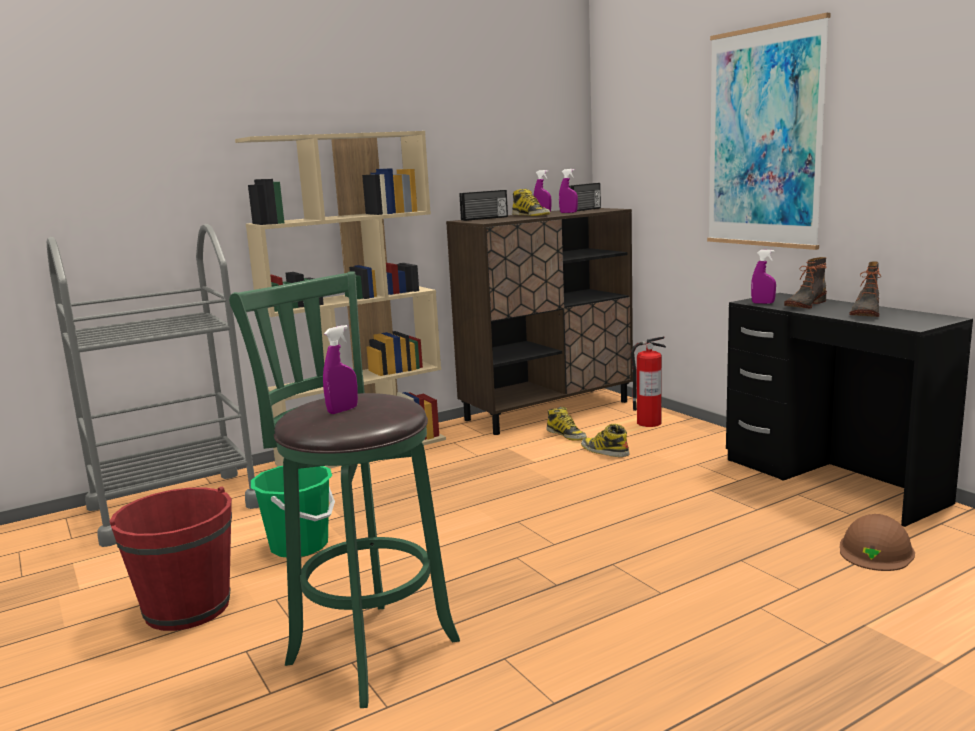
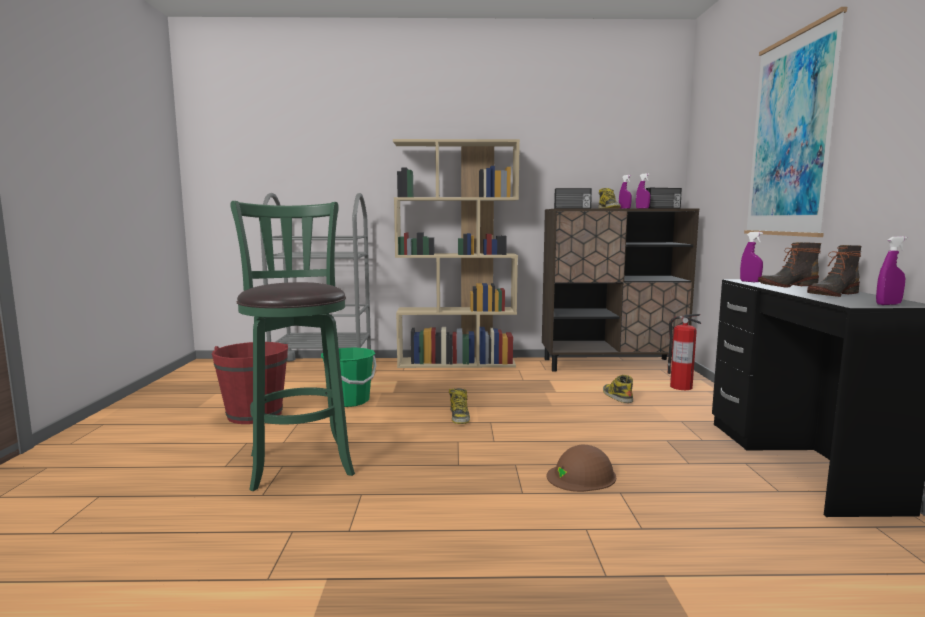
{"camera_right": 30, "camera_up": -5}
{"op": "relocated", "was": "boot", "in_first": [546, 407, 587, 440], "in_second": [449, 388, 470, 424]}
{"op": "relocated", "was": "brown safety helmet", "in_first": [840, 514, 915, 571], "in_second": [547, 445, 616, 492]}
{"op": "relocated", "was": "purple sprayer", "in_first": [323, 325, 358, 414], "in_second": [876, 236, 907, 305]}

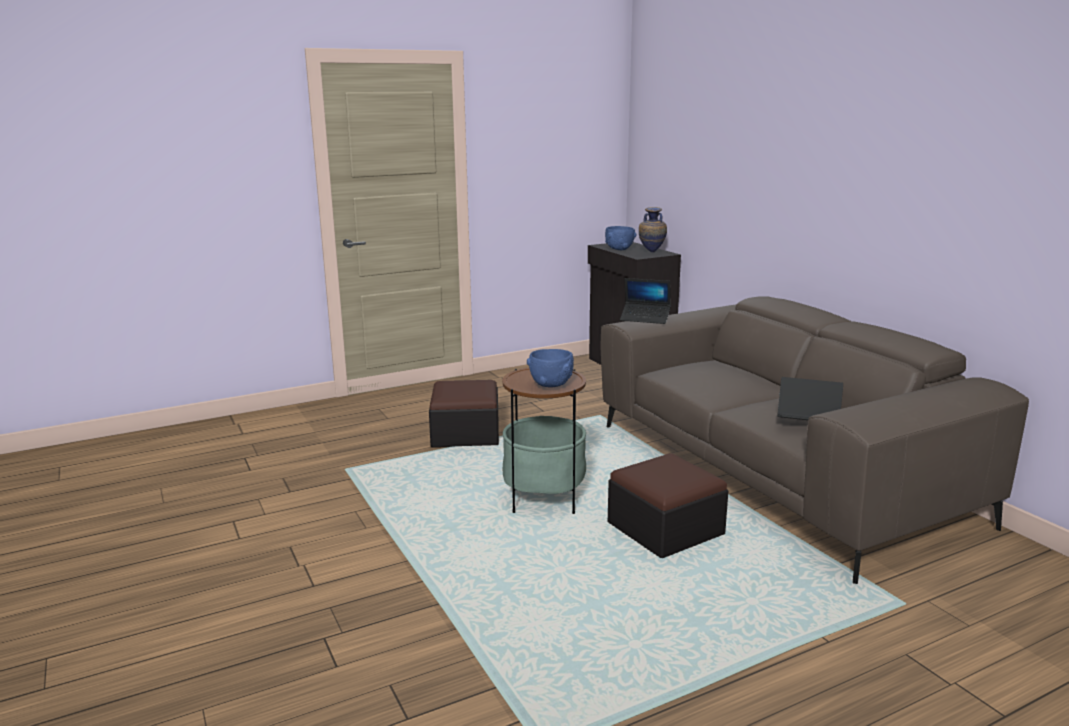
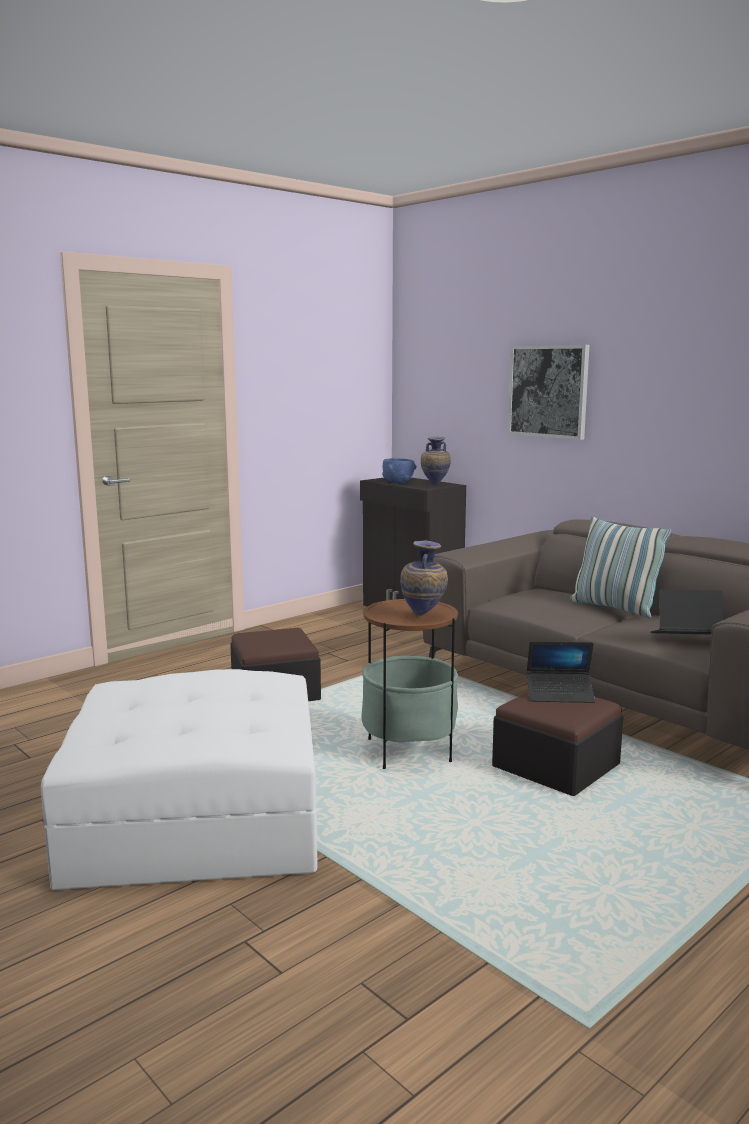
{"camera_right": -15, "camera_up": -5}
{"op": "appeared", "now": "white-coloured pouffe", "in_second": [41, 669, 318, 890]}
{"op": "exchanged", "was": "blue-coloured deep dish", "now": "flower vase", "in_first": [527, 349, 574, 388], "in_second": [400, 541, 448, 616]}
{"op": "appeared", "now": "wall art", "in_second": [508, 345, 590, 440]}
{"op": "relocated", "was": "notebook computer", "in_first": [620, 278, 671, 324], "in_second": [526, 641, 595, 703]}
{"op": "appeared", "now": "throw pillow", "in_second": [569, 516, 672, 618]}

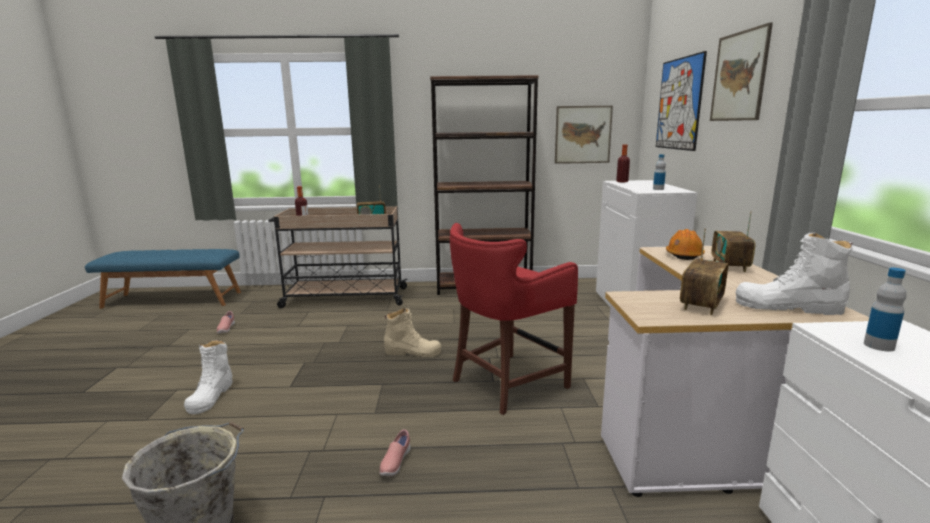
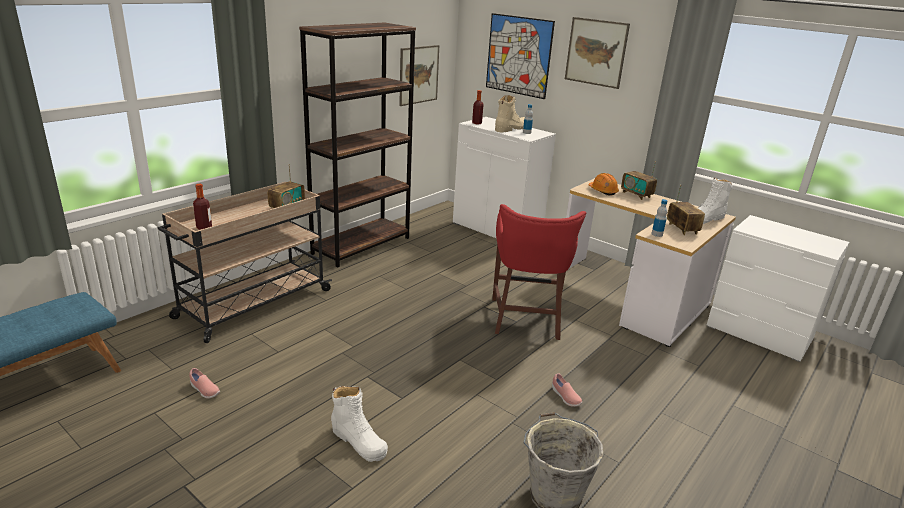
{"camera_right": -50, "camera_up": 10}
{"op": "relocated", "was": "beige-coloured boot", "in_first": [384, 308, 441, 357], "in_second": [495, 95, 525, 132]}
{"op": "relocated", "was": "beverage bottle", "in_first": [864, 268, 906, 352], "in_second": [651, 199, 668, 237]}

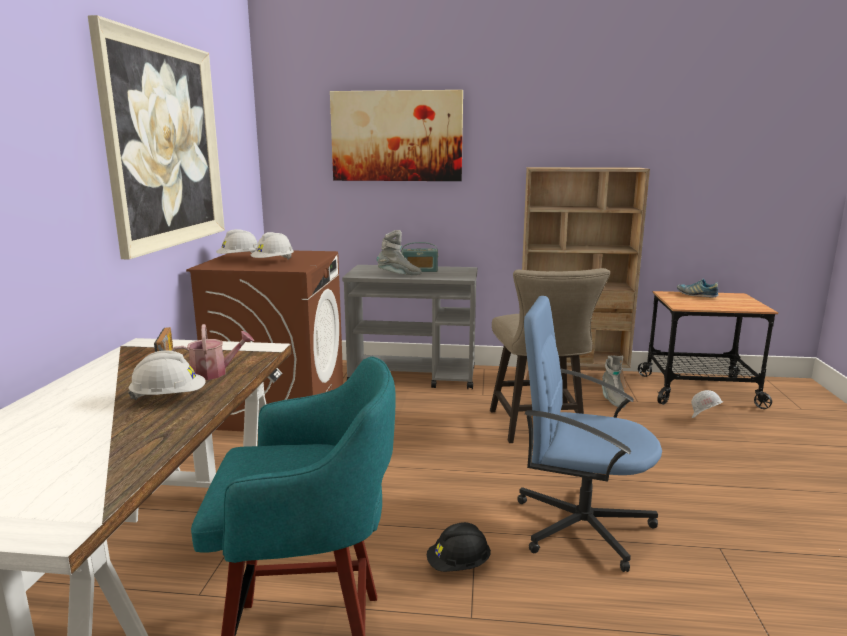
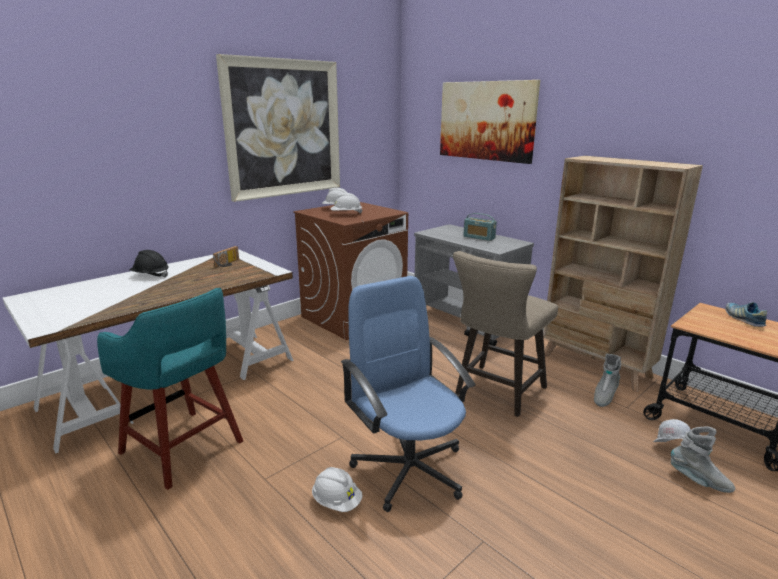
{"camera_right": 40, "camera_up": 5}
{"op": "relocated", "was": "blackish safety helmet", "in_first": [427, 522, 491, 572], "in_second": [129, 250, 169, 278]}
{"op": "relocated", "was": "white-coloured safety helmet", "in_first": [128, 350, 206, 400], "in_second": [312, 467, 363, 512]}
{"op": "relocated", "was": "greyish boot", "in_first": [377, 230, 422, 275], "in_second": [671, 426, 735, 493]}
{"op": "missing", "was": "watering pot", "in_first": [172, 324, 254, 380]}

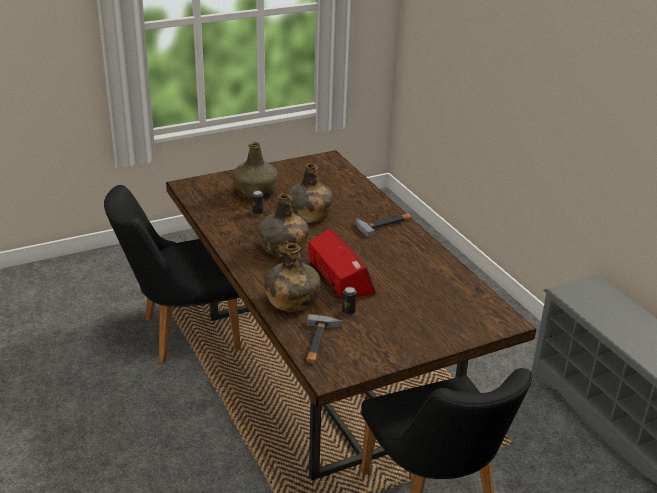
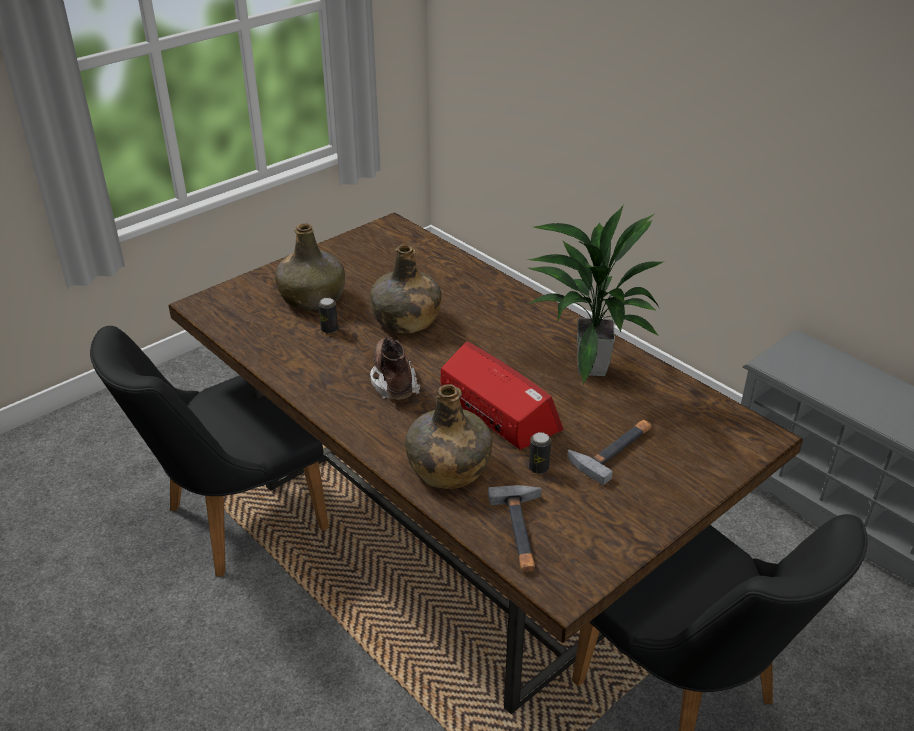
{"camera_right": -15, "camera_up": 5}
{"op": "exchanged", "was": "greenish beverage bottle", "now": "brown boot", "in_first": [258, 193, 309, 257], "in_second": [370, 337, 420, 400]}
{"op": "appeared", "now": "houseplant", "in_second": [527, 205, 665, 384]}
{"op": "relocated", "was": "hammer", "in_first": [356, 214, 411, 237], "in_second": [567, 420, 651, 485]}

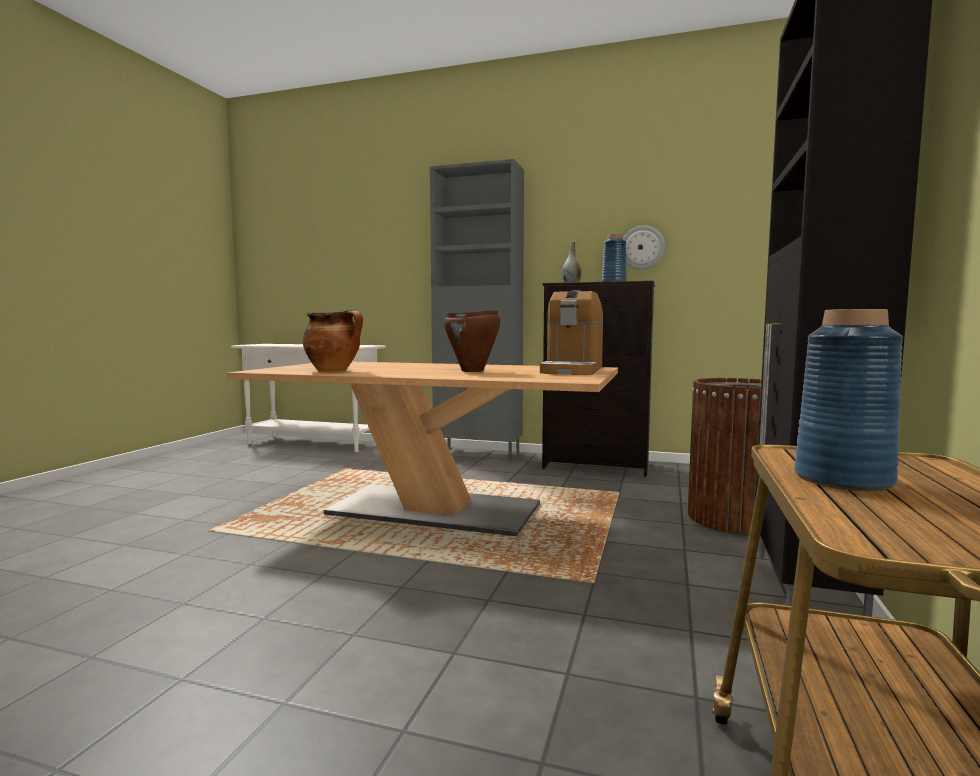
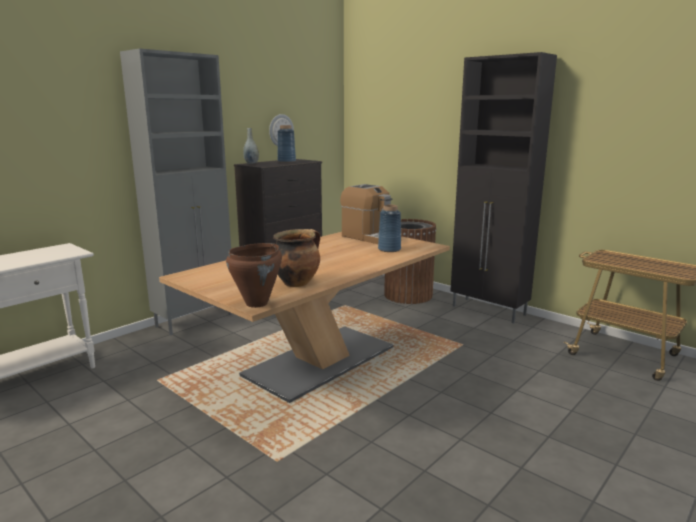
{"camera_right": -65, "camera_up": 10}
{"op": "relocated", "was": "brown saucepot", "in_first": [444, 310, 501, 372], "in_second": [226, 243, 282, 308]}
{"op": "relocated", "was": "blue-coloured flower vase", "in_first": [794, 309, 903, 491], "in_second": [378, 205, 401, 252]}

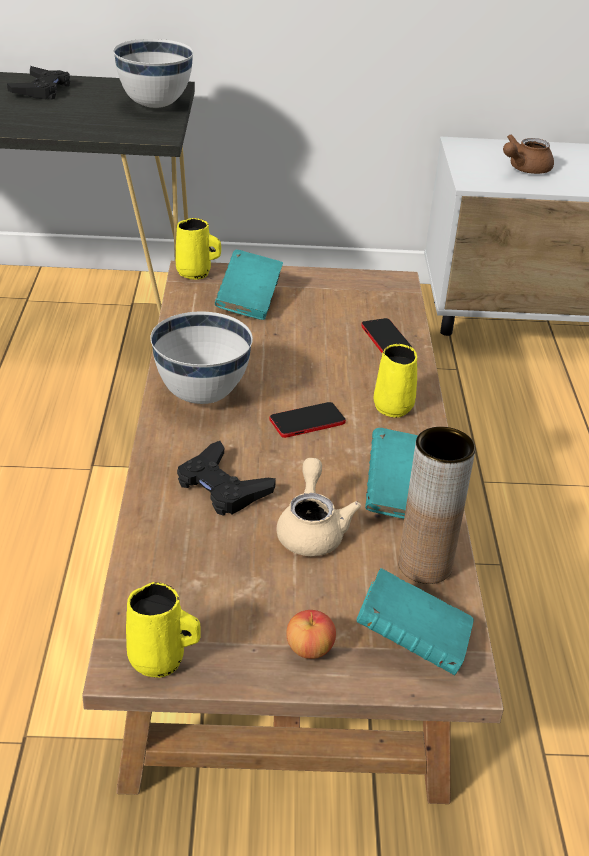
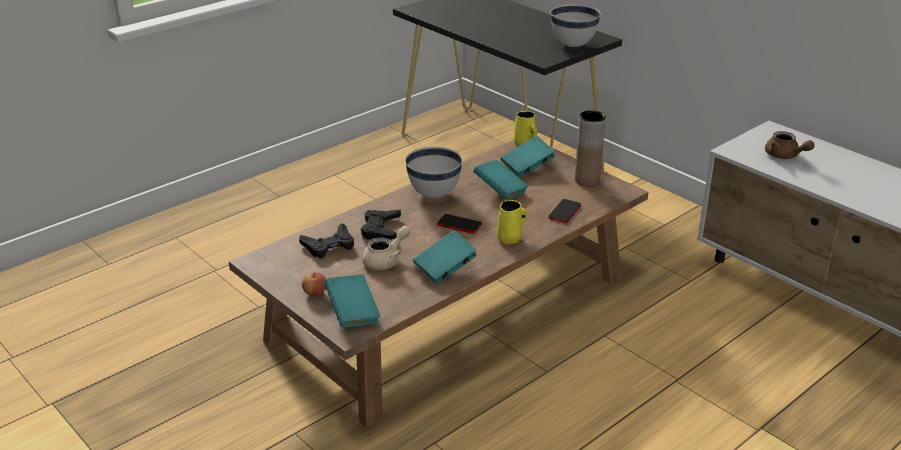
{"camera_right": 50, "camera_up": -5}
{"op": "relocated", "was": "blackish joypad", "in_first": [7, 66, 70, 100], "in_second": [299, 223, 354, 259]}
{"op": "appeared", "now": "turquoise book", "in_second": [473, 160, 528, 199]}
{"op": "relocated", "was": "brown flower vase", "in_first": [398, 427, 476, 584], "in_second": [575, 110, 606, 186]}
{"op": "spun", "was": "brown tea pot", "in_first": [503, 134, 554, 174], "in_second": [765, 131, 815, 159], "clockwise": -135}
{"op": "missing", "was": "yellowish mug", "in_first": [126, 582, 201, 678]}

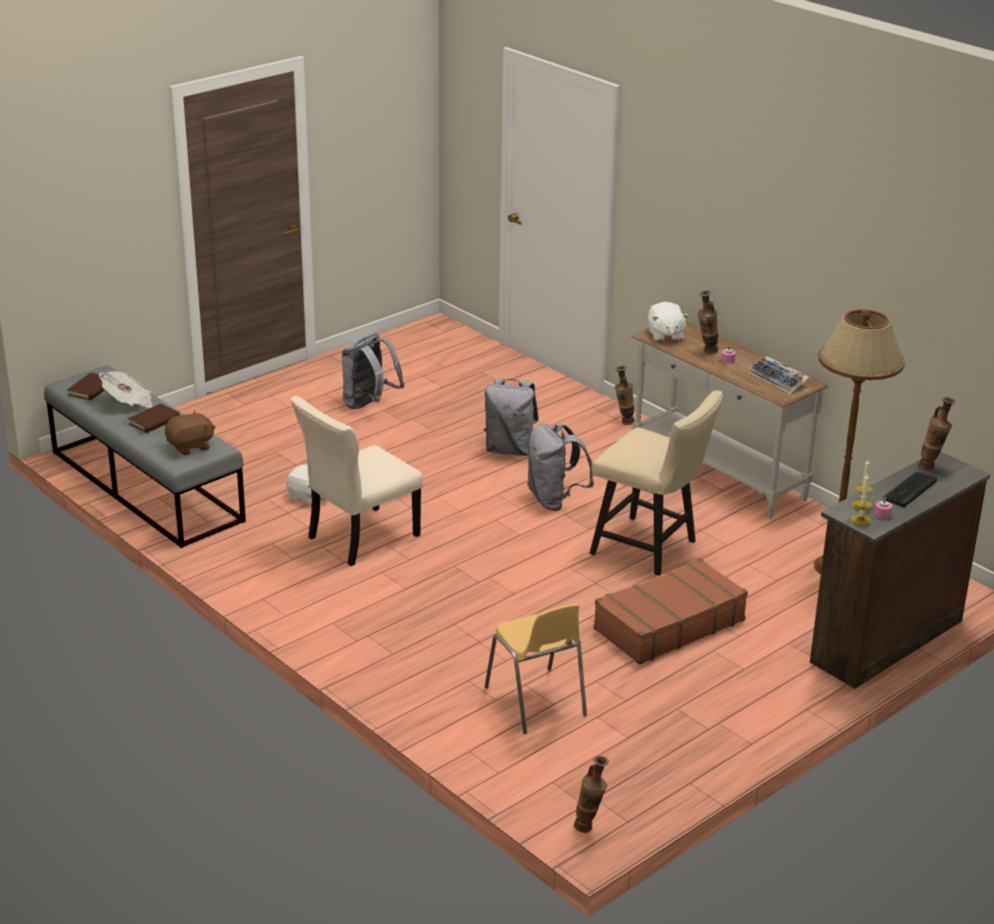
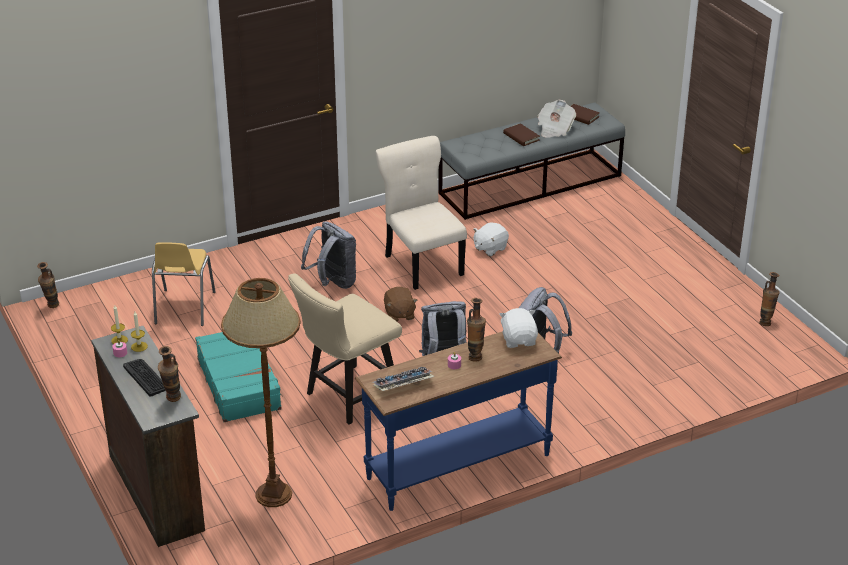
{"camera_right": 105, "camera_up": 5}
{"op": "spun", "was": "yellowish upright chair", "in_first": [485, 603, 587, 734], "in_second": [152, 242, 215, 326], "clockwise": -75}
{"op": "colour", "was": "brown travel case", "now": "turquoise travel case", "in_first": [594, 558, 748, 665], "in_second": [195, 332, 283, 422]}
{"op": "relocated", "was": "greyish rucksack", "in_first": [342, 333, 405, 409], "in_second": [301, 221, 356, 289]}
{"op": "colour", "was": "white-coloured console table", "now": "blue-coloured console table", "in_first": [631, 321, 828, 519], "in_second": [355, 331, 562, 511]}
{"op": "relocated", "was": "brown cuddly toy", "in_first": [165, 410, 215, 455], "in_second": [384, 287, 417, 321]}
{"op": "spun", "was": "white-coloured cuddly toy", "in_first": [648, 302, 688, 342], "in_second": [499, 308, 538, 348], "clockwise": 75}
{"op": "relocated", "was": "flower vase", "in_first": [615, 366, 635, 425], "in_second": [759, 272, 780, 326]}

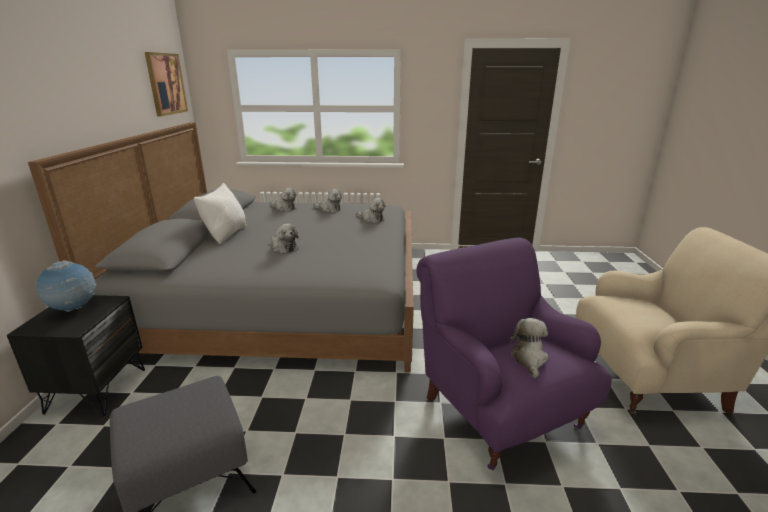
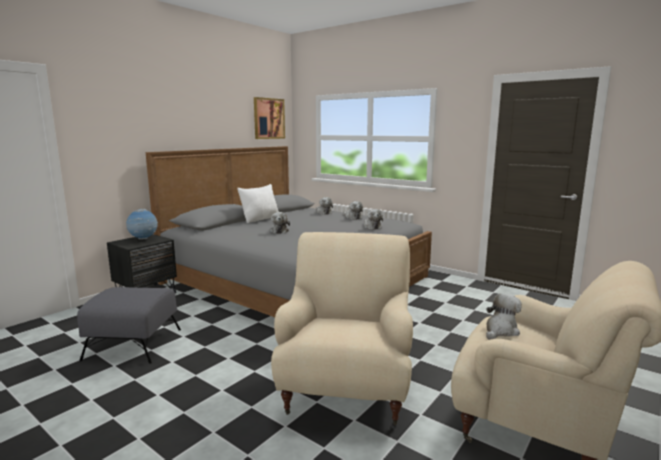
{"camera_right": 35, "camera_up": -10}
{"op": "colour", "was": "purple lounge chair", "now": "beige-coloured lounge chair", "in_first": [416, 238, 612, 470], "in_second": [271, 232, 413, 426]}
{"op": "relocated", "was": "cuddly toy", "in_first": [509, 318, 549, 379], "in_second": [486, 293, 522, 340]}

